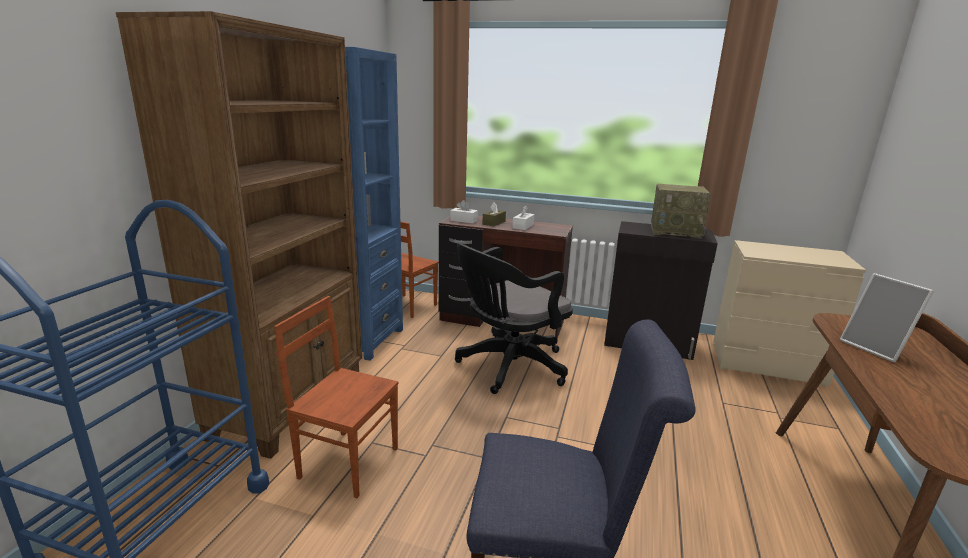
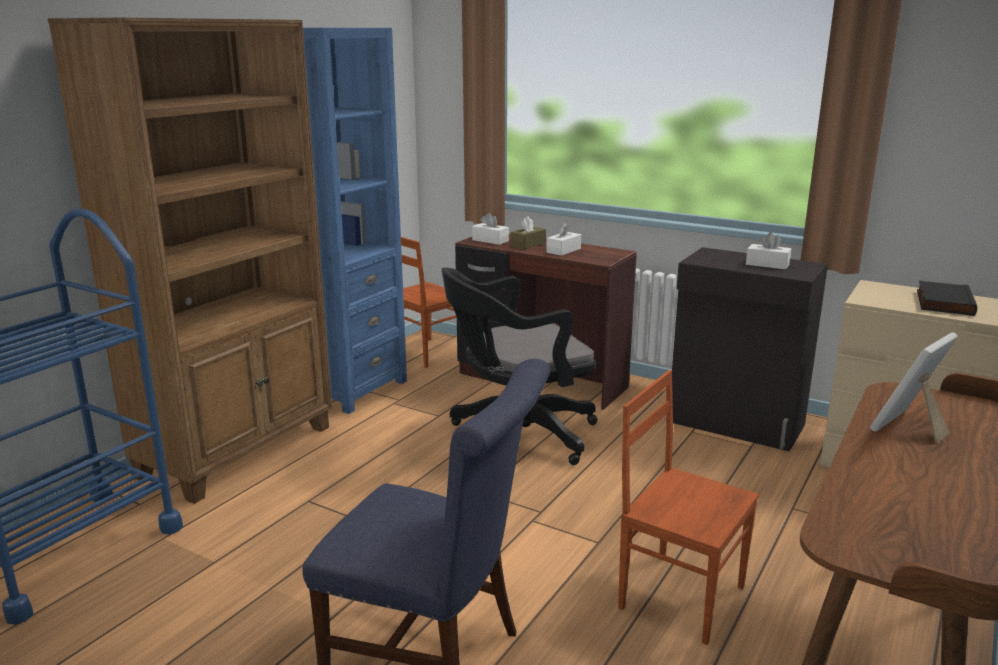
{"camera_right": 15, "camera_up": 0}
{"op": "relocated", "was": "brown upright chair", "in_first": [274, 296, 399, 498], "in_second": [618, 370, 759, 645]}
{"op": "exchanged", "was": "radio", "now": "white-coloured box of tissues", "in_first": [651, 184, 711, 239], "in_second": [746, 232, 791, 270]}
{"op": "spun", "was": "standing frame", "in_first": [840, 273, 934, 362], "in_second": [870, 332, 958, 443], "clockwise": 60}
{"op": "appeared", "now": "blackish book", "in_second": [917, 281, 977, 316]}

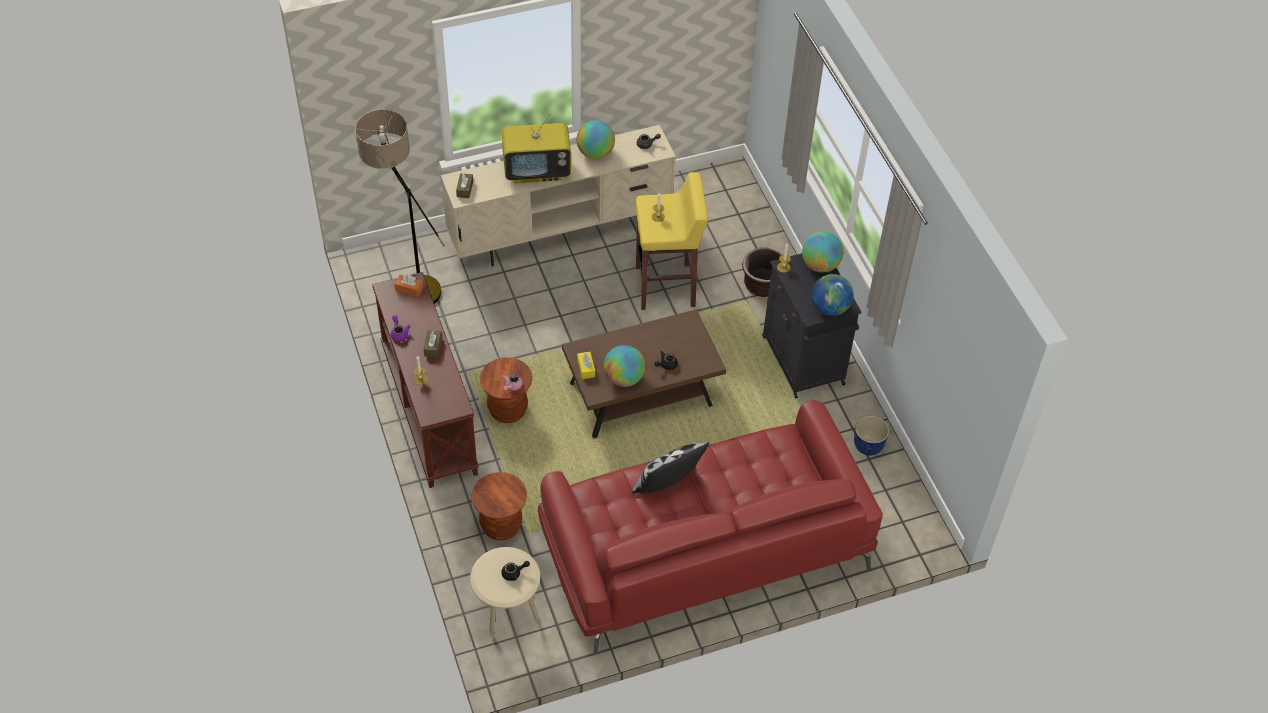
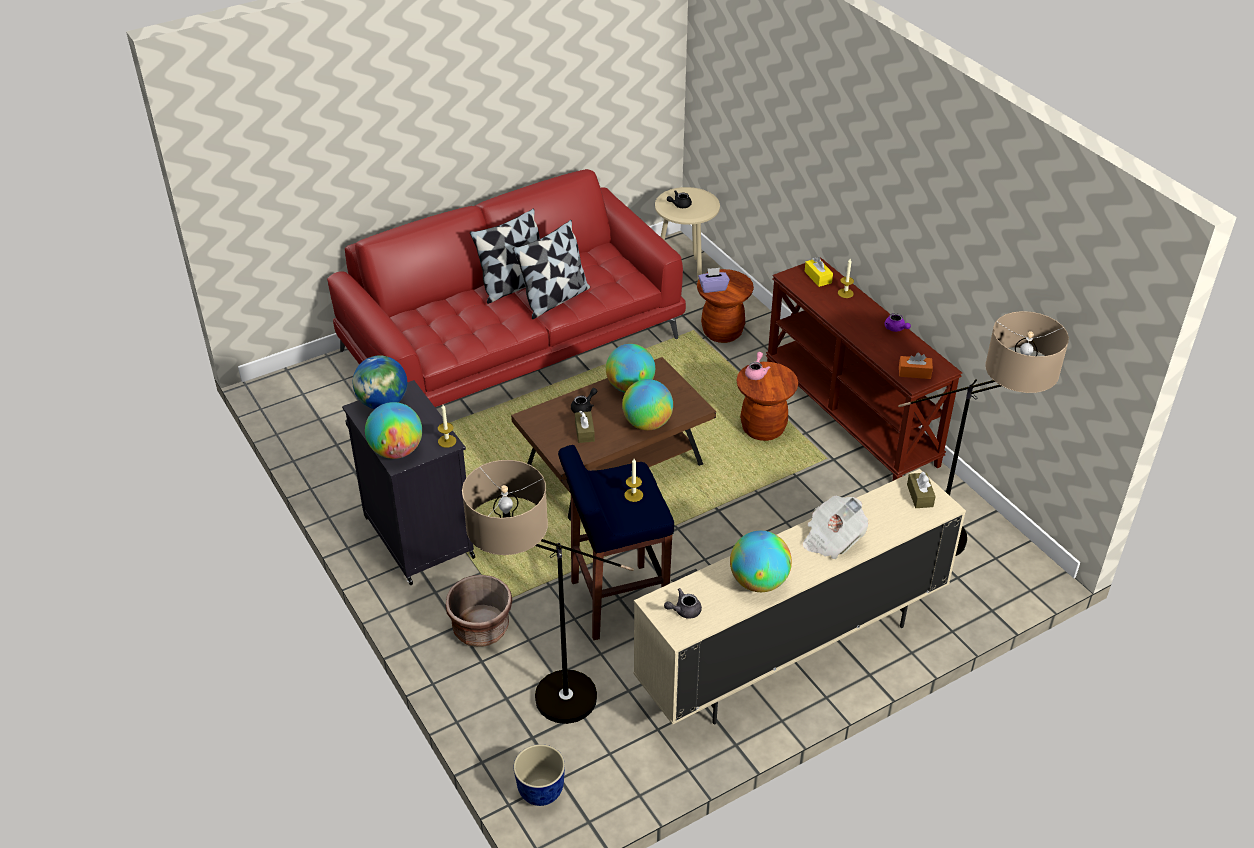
{"camera_right": 170, "camera_up": -10}
{"op": "appeared", "now": "floor lamp", "in_second": [462, 460, 634, 724]}
{"op": "appeared", "now": "throw pillow", "in_second": [470, 208, 540, 304]}
{"op": "relocated", "was": "planter", "in_first": [854, 416, 889, 456], "in_second": [513, 744, 565, 806]}
{"op": "colour", "was": "yellowish stool", "now": "blue-coloured stool", "in_first": [636, 172, 708, 310], "in_second": [558, 445, 674, 640]}
{"op": "relocated", "was": "brown box of tissues", "in_first": [424, 330, 442, 357], "in_second": [575, 411, 595, 443]}
{"op": "appeared", "now": "world globe", "in_second": [622, 379, 673, 430]}
{"op": "appeared", "now": "purple box of tissues", "in_second": [698, 268, 730, 293]}
{"op": "exchanged", "was": "television", "now": "daily paper", "in_first": [502, 114, 571, 184], "in_second": [802, 496, 868, 559]}
{"op": "relocated", "was": "yellowish box of tissues", "in_first": [577, 352, 595, 379], "in_second": [804, 257, 833, 287]}

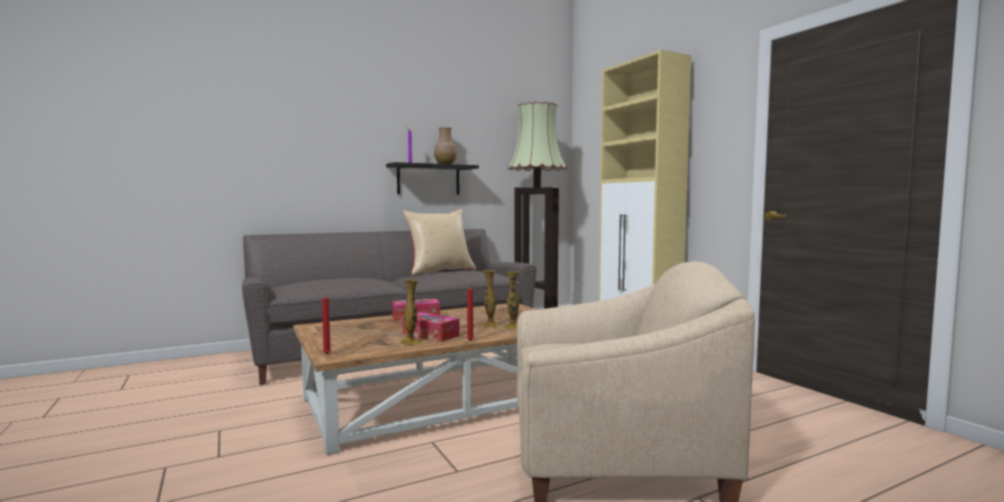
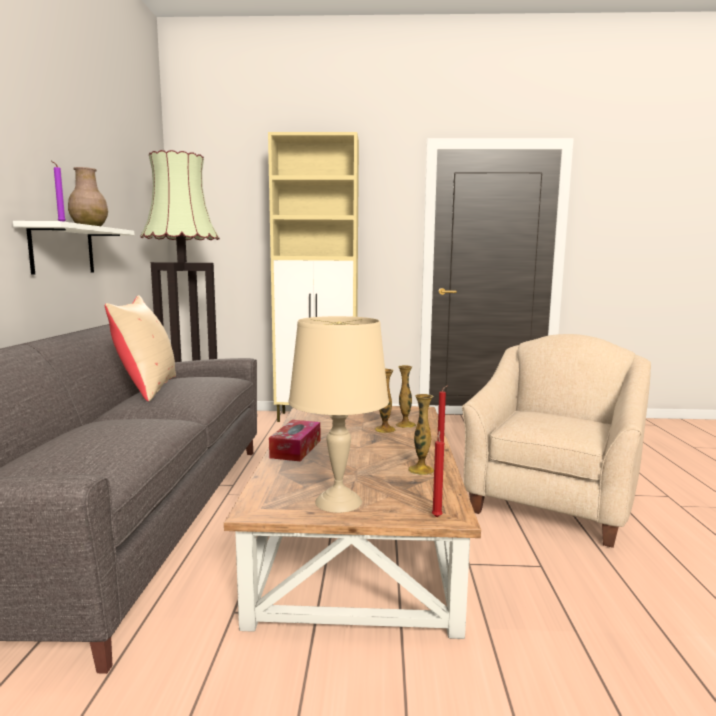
{"camera_right": -60, "camera_up": 5}
{"op": "colour", "was": "blackish bracket shelf", "now": "white-coloured bracket shelf", "in_first": [386, 162, 479, 195], "in_second": [13, 221, 134, 275]}
{"op": "appeared", "now": "beige-coloured table lamp", "in_second": [288, 316, 389, 513]}
{"op": "missing", "was": "box of tissues", "in_first": [402, 312, 460, 342]}

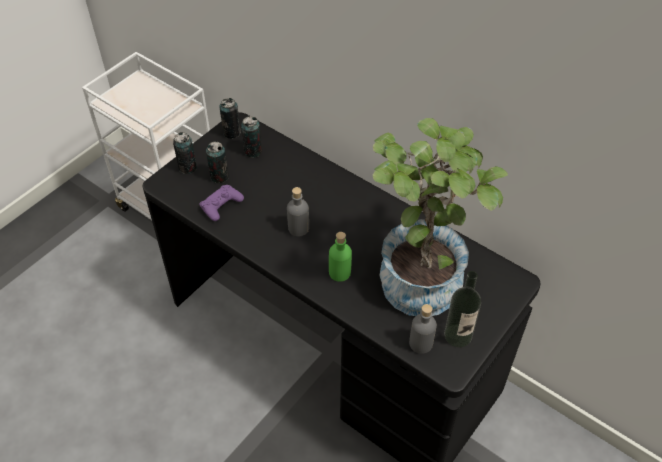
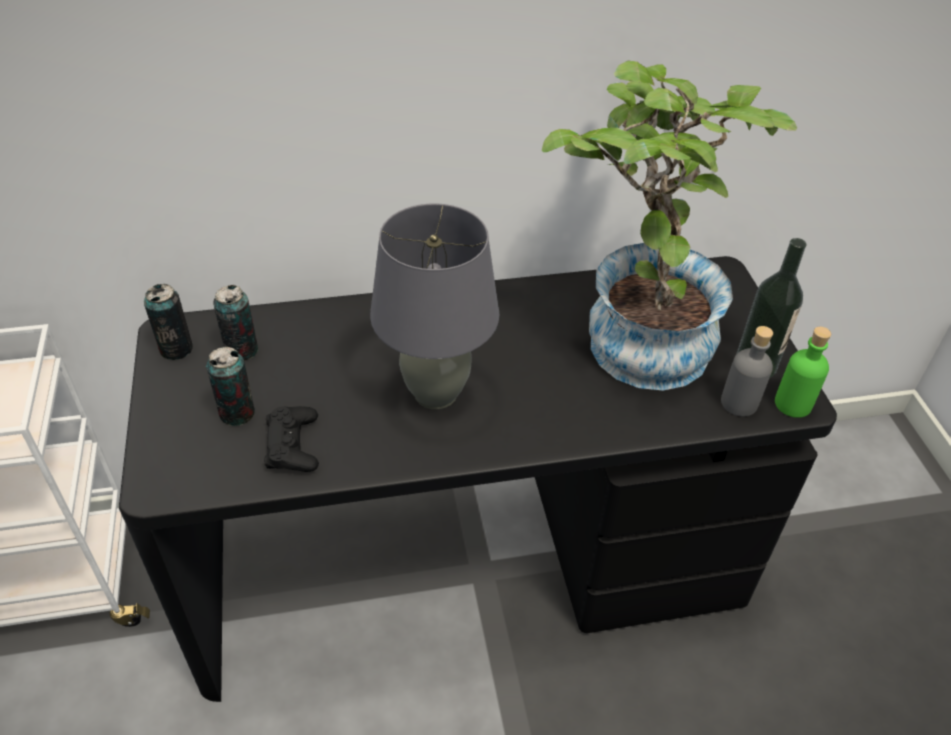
{"camera_right": -50, "camera_up": -5}
{"op": "colour", "was": "purple joypad", "now": "blackish joypad", "in_first": [199, 185, 244, 221], "in_second": [264, 406, 319, 472]}
{"op": "exchanged", "was": "greyish beverage bottle", "now": "greyish table lamp", "in_first": [287, 187, 309, 236], "in_second": [370, 203, 499, 410]}
{"op": "relocated", "was": "greenish beverage bottle", "in_first": [329, 232, 352, 282], "in_second": [775, 327, 831, 418]}
{"op": "missing", "was": "can", "in_first": [173, 132, 197, 174]}

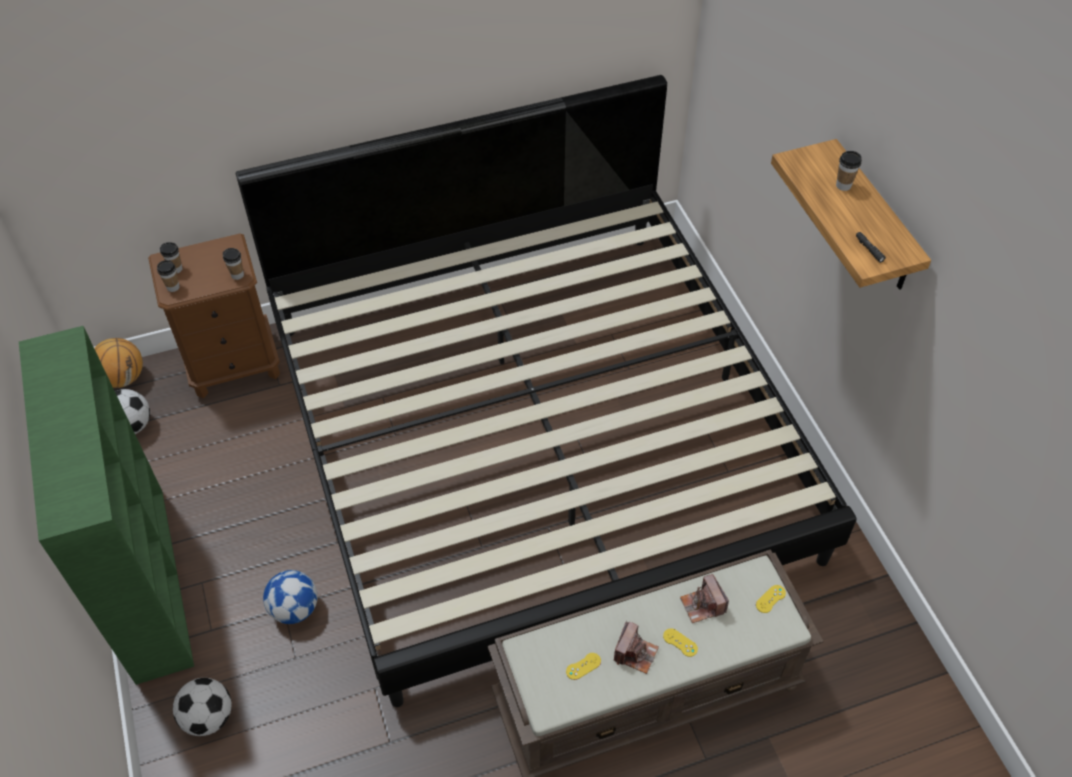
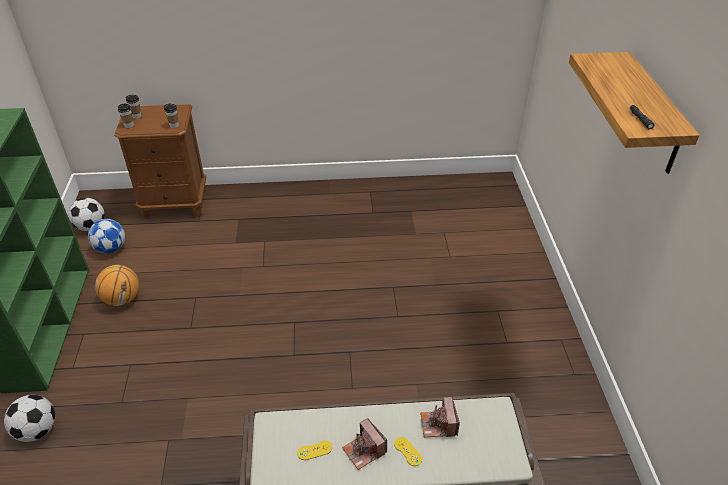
{"camera_right": 15, "camera_up": -10}
{"op": "relocated", "was": "ball for football", "in_first": [263, 570, 318, 624], "in_second": [88, 219, 125, 253]}
{"op": "relocated", "was": "ball for basketball", "in_first": [94, 338, 143, 388], "in_second": [95, 265, 139, 306]}
{"op": "spun", "was": "photo camera", "in_first": [614, 621, 659, 674], "in_second": [342, 418, 387, 470], "clockwise": 105}
{"op": "missing", "was": "bedroom bed", "in_first": [236, 75, 857, 707]}
{"op": "missing", "was": "yellowish joypad", "in_first": [756, 585, 786, 613]}
{"op": "missing", "was": "drinking cup", "in_first": [836, 151, 862, 191]}

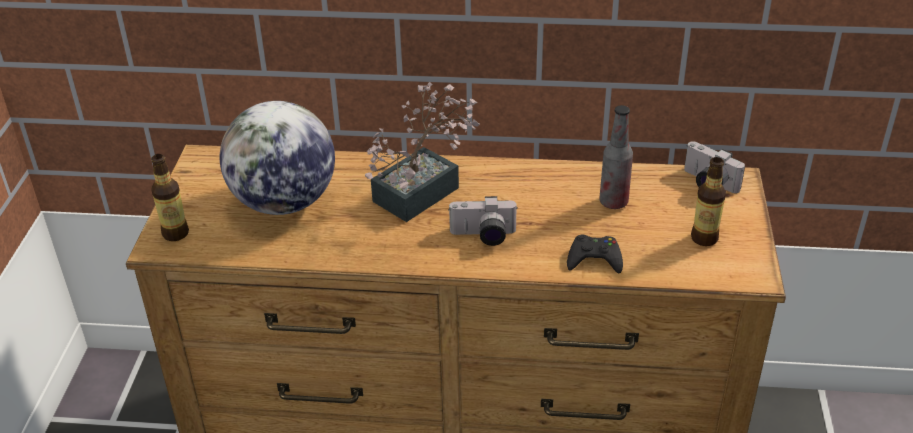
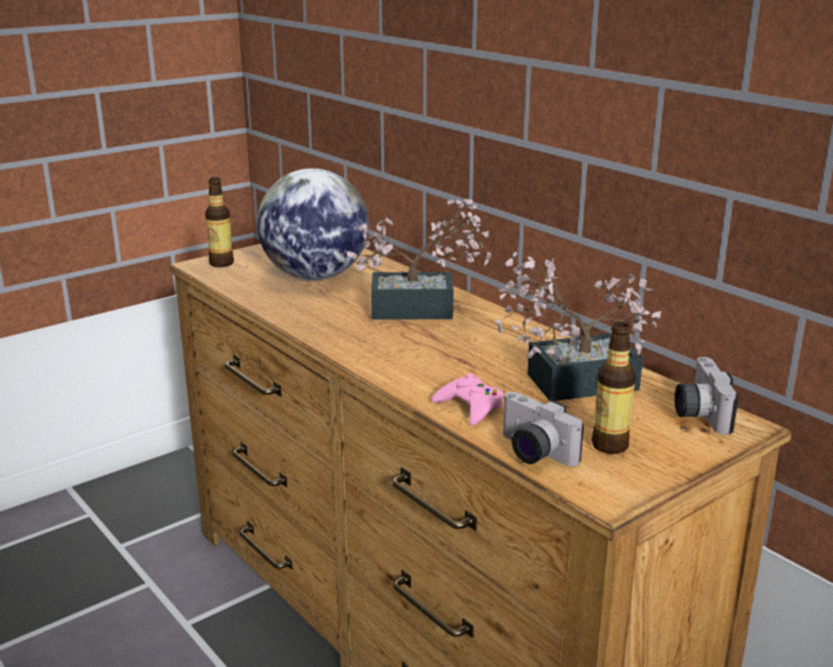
{"camera_right": 45, "camera_up": -15}
{"op": "colour", "was": "blackish joypad", "now": "pinkish joypad", "in_first": [567, 234, 623, 274], "in_second": [431, 374, 503, 425]}
{"op": "exchanged", "was": "beverage bottle", "now": "houseplant", "in_first": [599, 105, 633, 209], "in_second": [495, 251, 661, 402]}
{"op": "relocated", "was": "photo camera", "in_first": [448, 196, 518, 246], "in_second": [503, 392, 584, 466]}

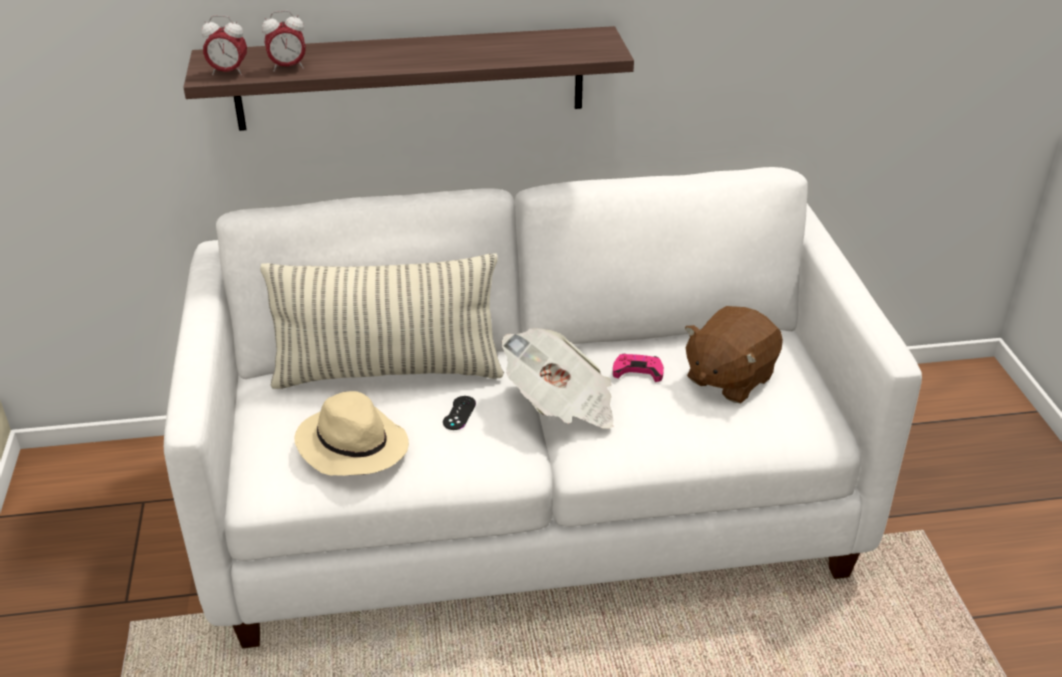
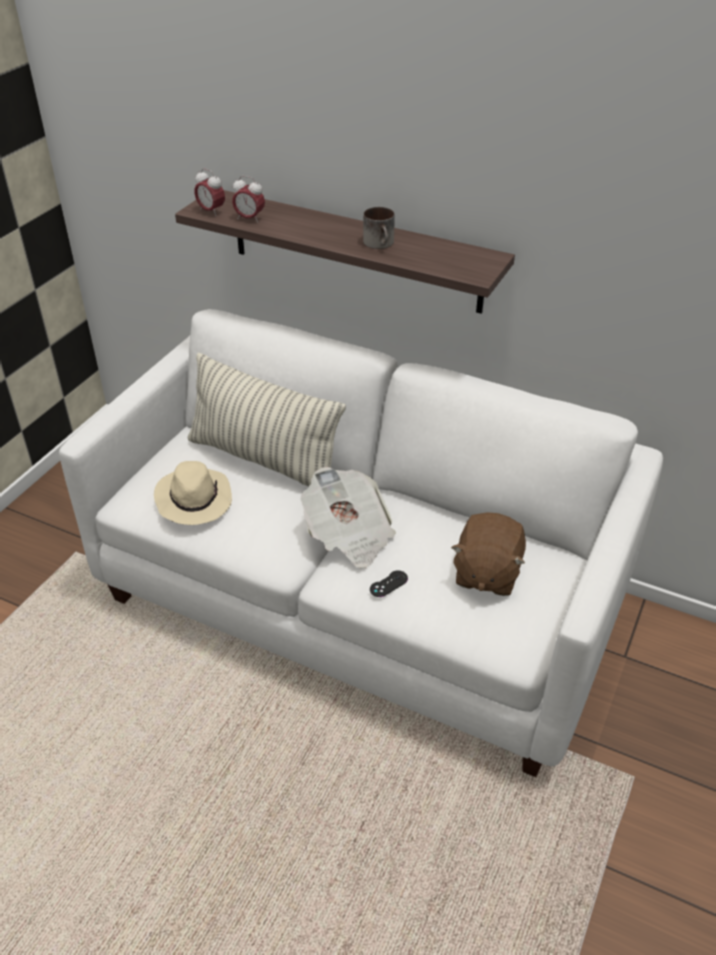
{"camera_right": 35, "camera_up": 5}
{"op": "appeared", "now": "mug", "in_second": [363, 207, 395, 249]}
{"op": "relocated", "was": "blackish joypad", "in_first": [443, 396, 476, 430], "in_second": [370, 570, 408, 597]}
{"op": "spun", "was": "brown cuddly toy", "in_first": [685, 306, 783, 403], "in_second": [451, 512, 526, 596], "clockwise": -60}
{"op": "missing", "was": "pinkish joypad", "in_first": [613, 354, 664, 382]}

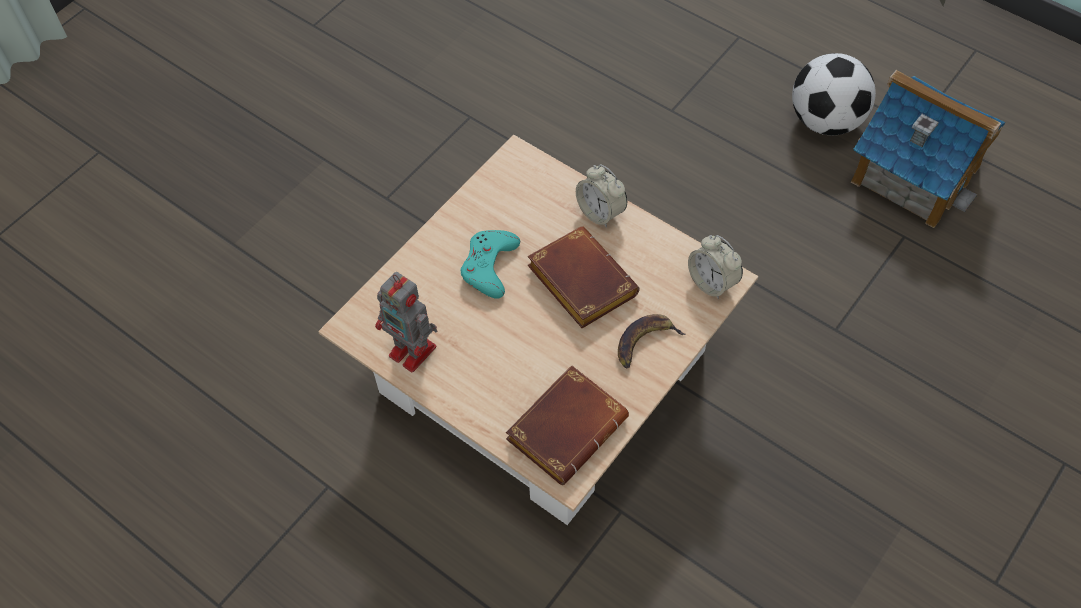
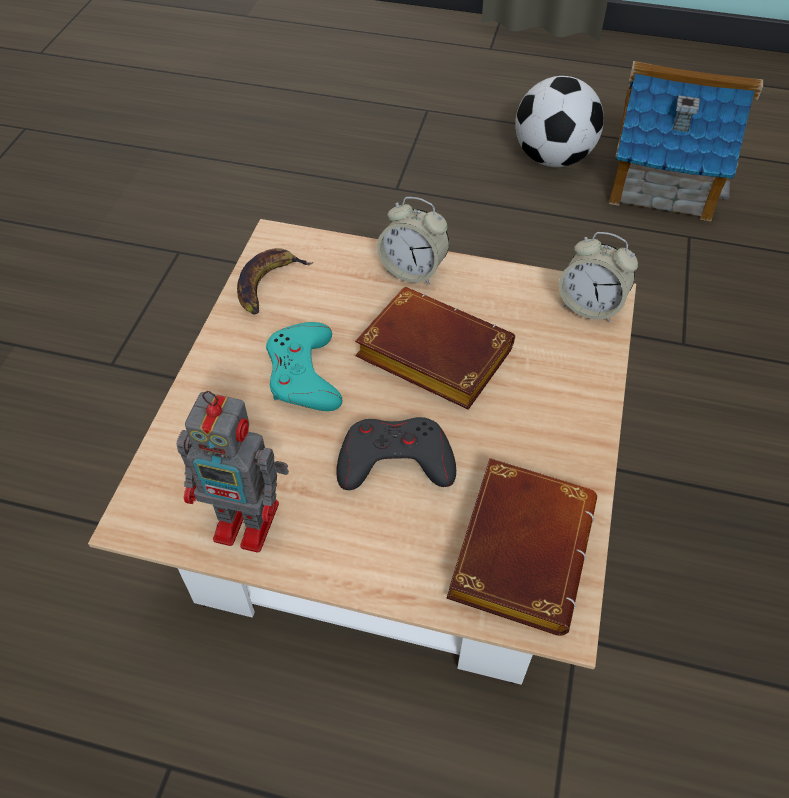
{"camera_right": -25, "camera_up": -5}
{"op": "relocated", "was": "whole banana", "in_first": [618, 314, 685, 368], "in_second": [237, 248, 313, 315]}
{"op": "appeared", "now": "greyish joypad", "in_second": [336, 417, 456, 490]}

